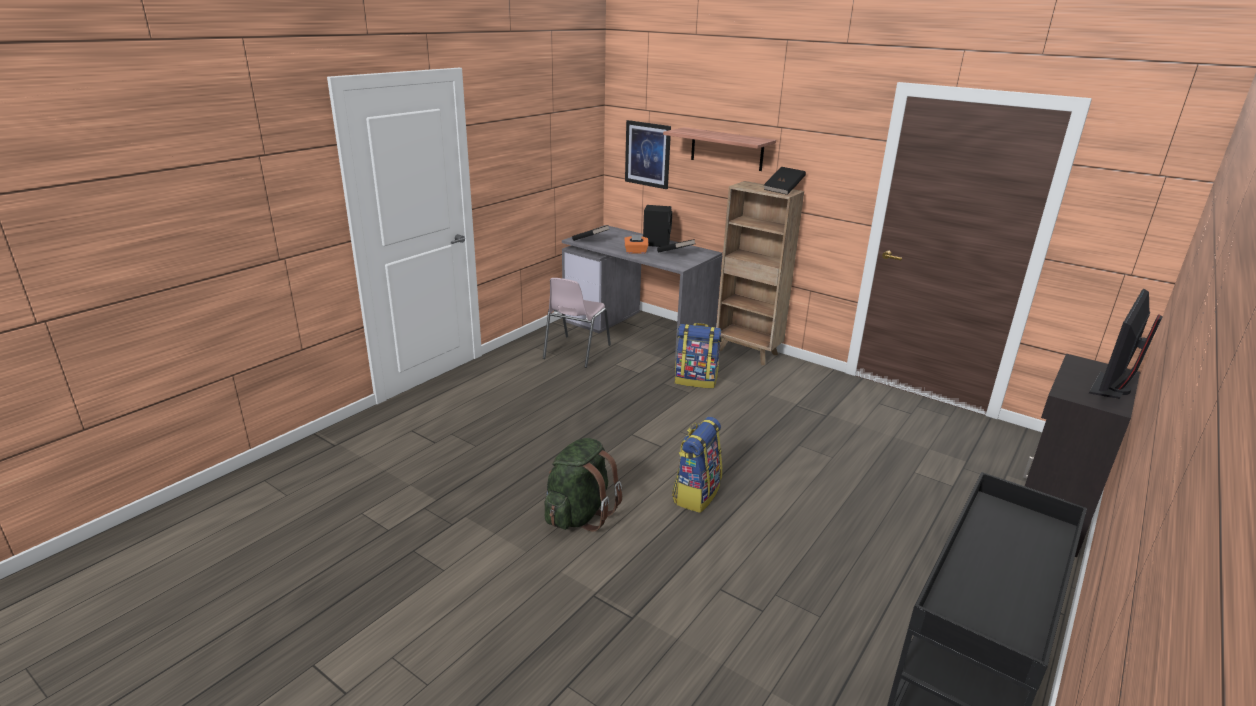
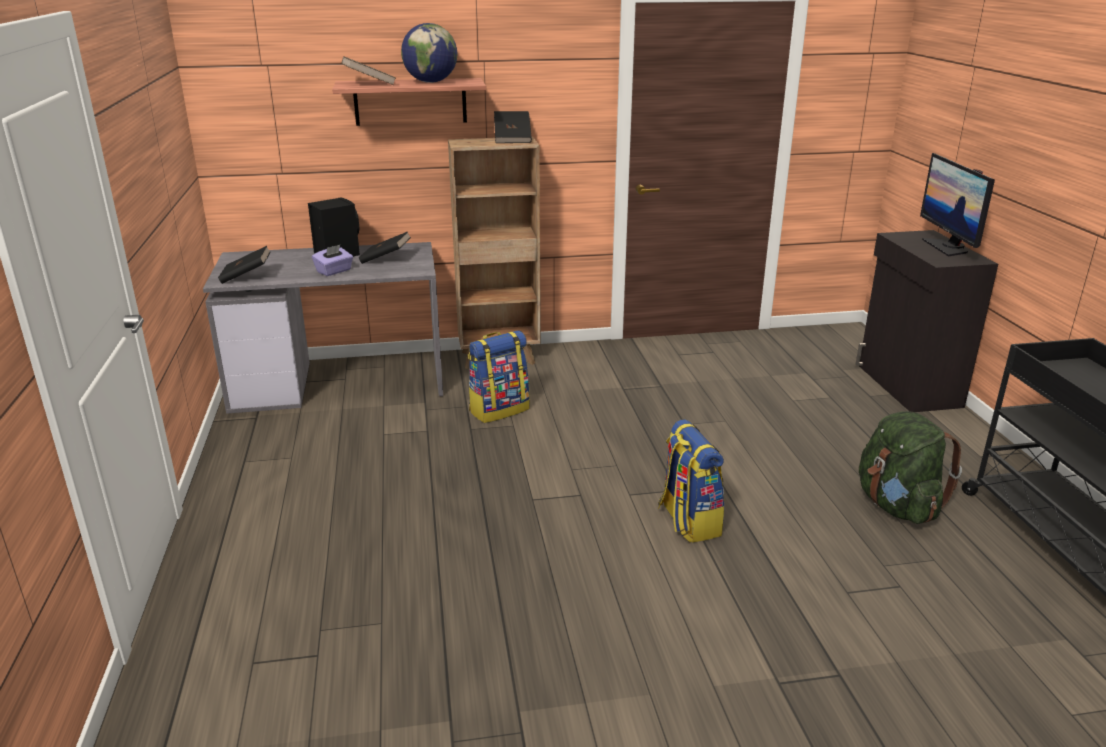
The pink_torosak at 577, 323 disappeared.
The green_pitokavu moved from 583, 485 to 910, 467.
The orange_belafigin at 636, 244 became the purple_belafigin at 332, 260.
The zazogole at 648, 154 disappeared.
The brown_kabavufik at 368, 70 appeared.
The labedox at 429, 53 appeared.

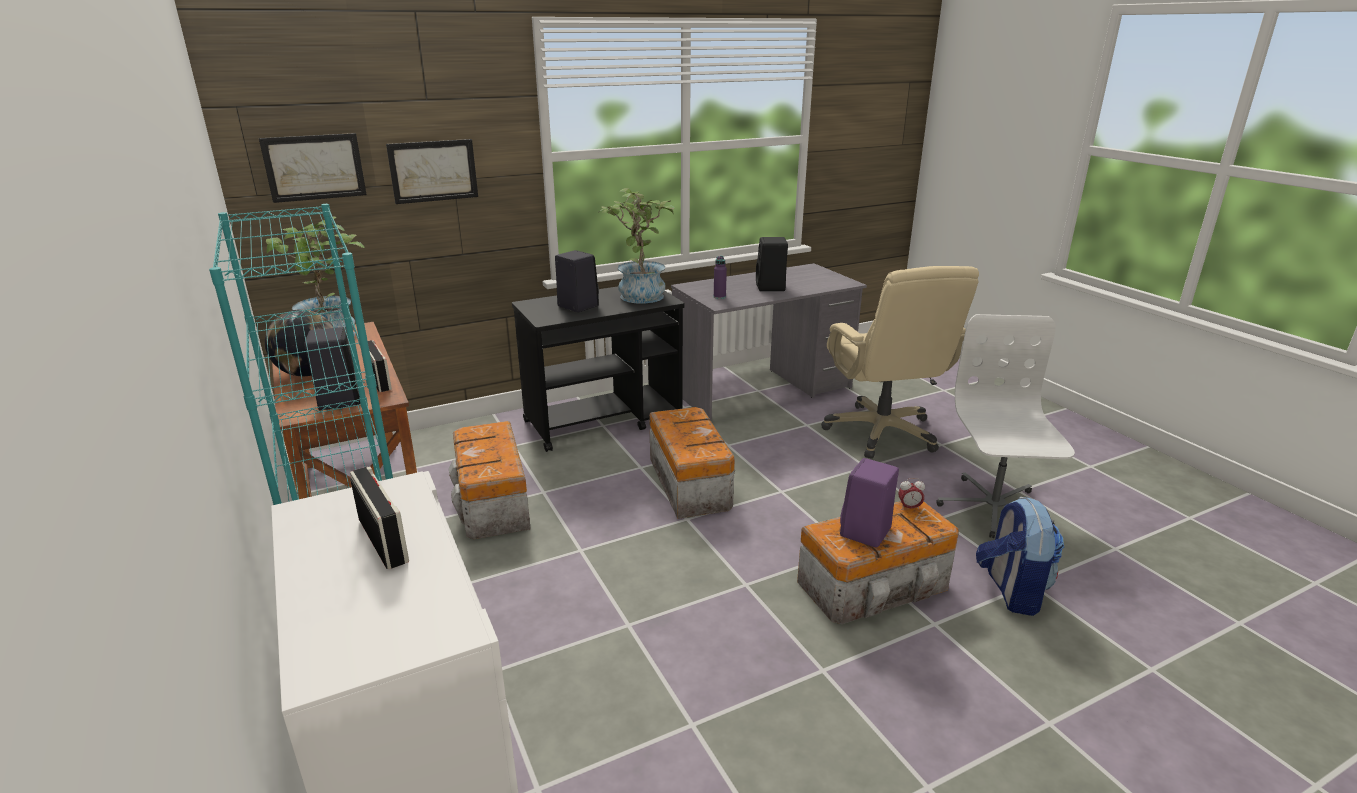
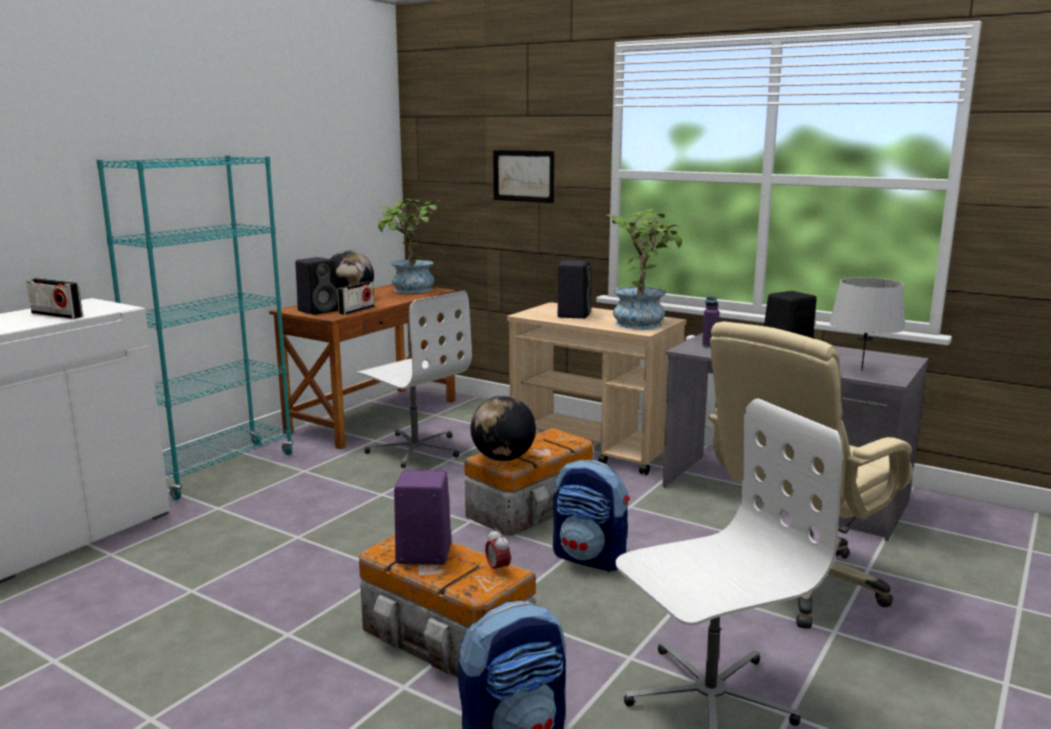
The zazogole at 313, 168 disappeared.
The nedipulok at 379, 517 turned 90 degrees clockwise.
The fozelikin at 490, 480 was replaced by the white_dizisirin at 414, 379.
The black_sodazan at 598, 369 became the beige_sodazan at 596, 388.
The labedox at 503, 428 appeared.
The pitokavu at 591, 516 appeared.
The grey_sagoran at 867, 324 appeared.

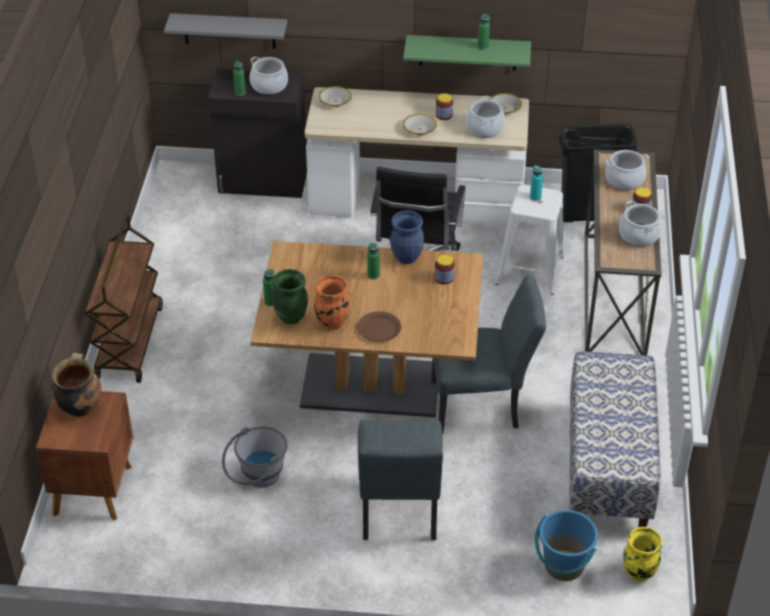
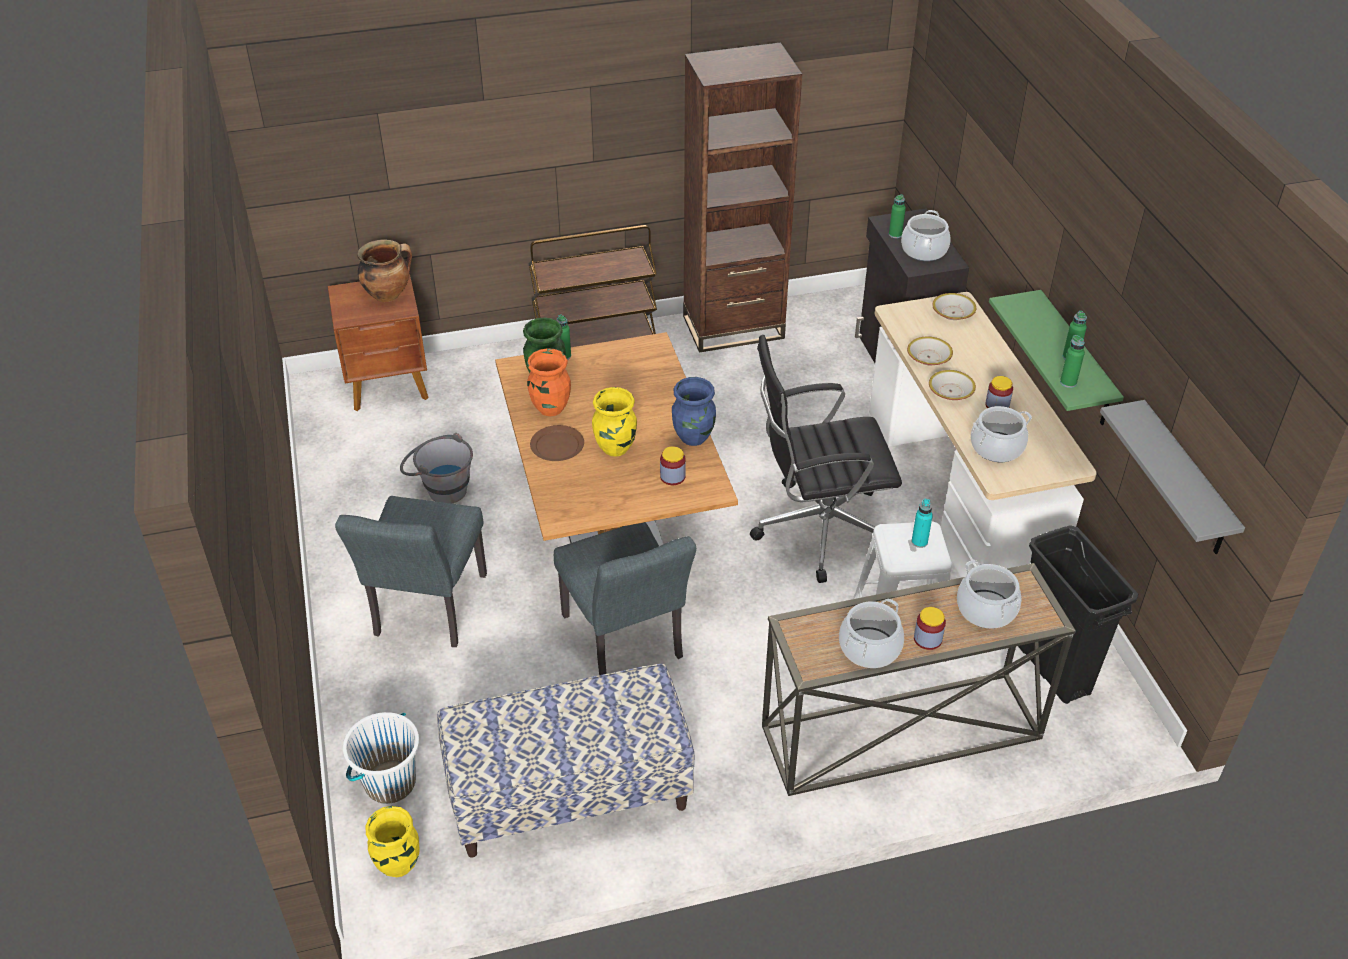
The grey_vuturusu moved from 225, 31 to 1172, 477.
The grey_torosak at 400, 480 turned 60 degrees counterclockwise.
The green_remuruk moved from 373, 261 to 1072, 361.
The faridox moved from 505, 103 to 930, 351.
The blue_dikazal at 566, 545 became the white_dikazal at 381, 758.
The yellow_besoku at 614, 422 appeared.
The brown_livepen at 742, 197 appeared.

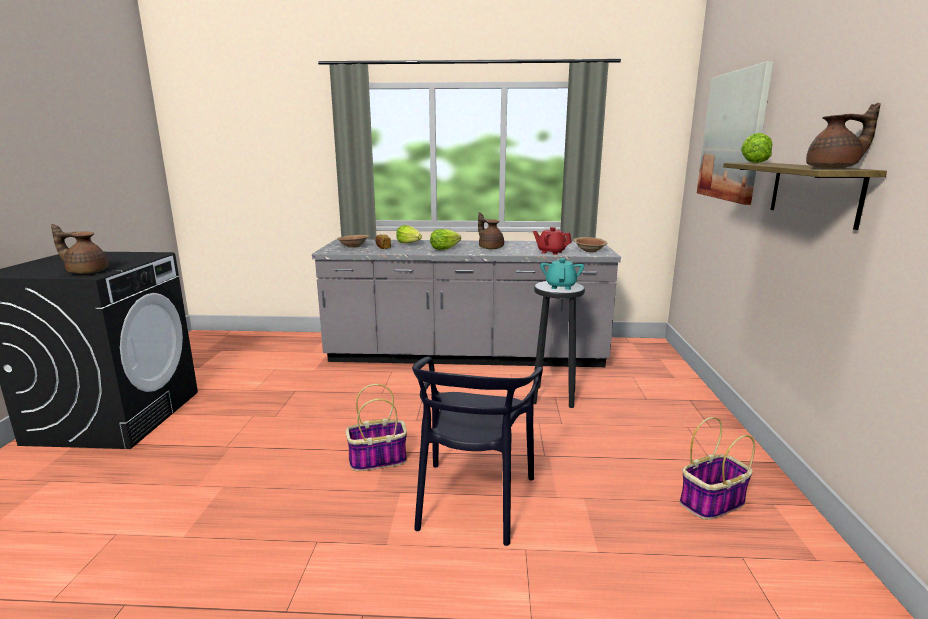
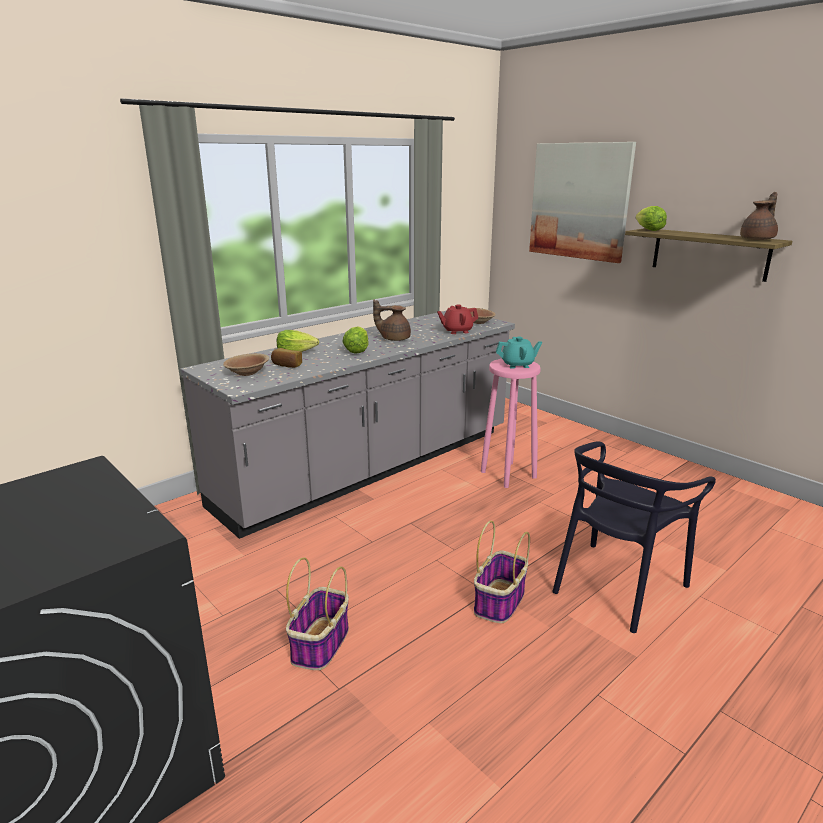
The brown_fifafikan at 79, 249 disappeared.
The black_torosak at 477, 451 turned 75 degrees clockwise.
The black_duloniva at 559, 344 became the pink_duloniva at 511, 423.
The turquoise_fifafikan at 562, 274 turned 120 degrees clockwise.
The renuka moved from 717, 468 to 317, 613.

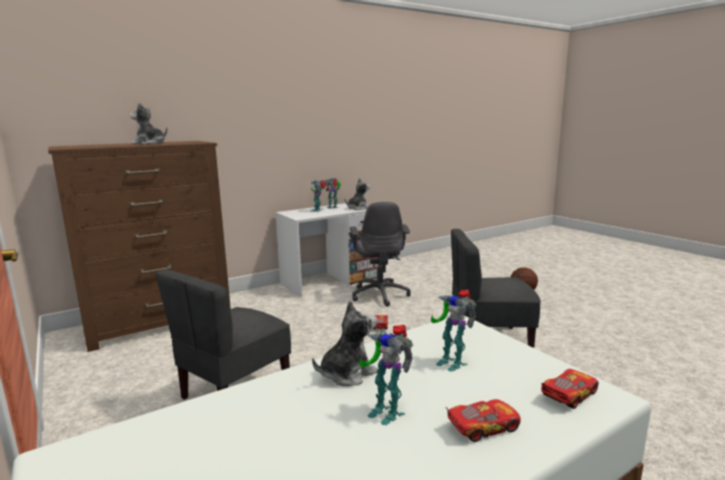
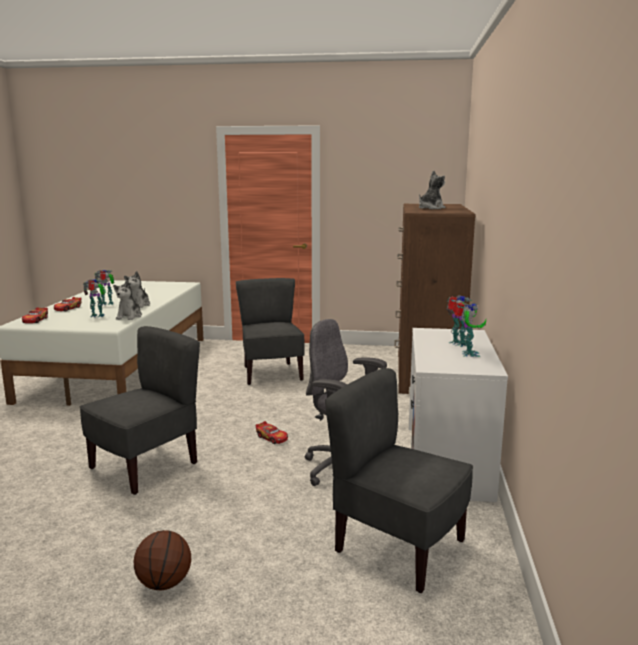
The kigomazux moved from 357, 194 to 127, 300.
The grey_torosak at 399, 480 appeared.

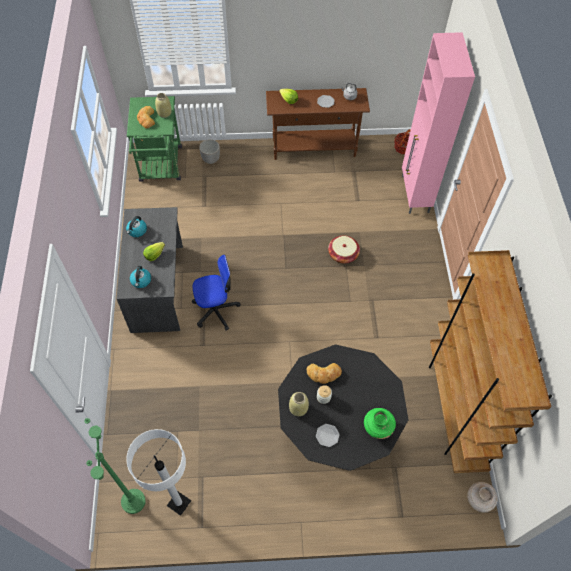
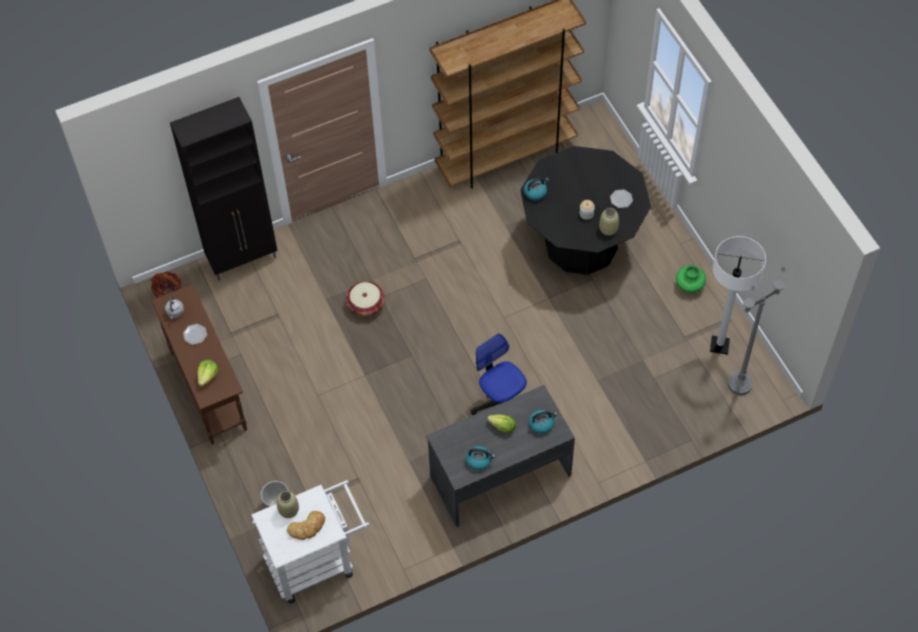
The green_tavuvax at 115, 466 became the grey_tavuvax at 757, 330.
The green_sodazan at 154, 139 became the white_sodazan at 310, 541.
The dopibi at 324, 373 disappeared.
The green_besoku moved from 380, 423 to 691, 279.
The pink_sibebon at 438, 123 became the black_sibebon at 224, 189.
The beige_besoku at 482, 497 disappeared.
The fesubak at 536, 189 appeared.

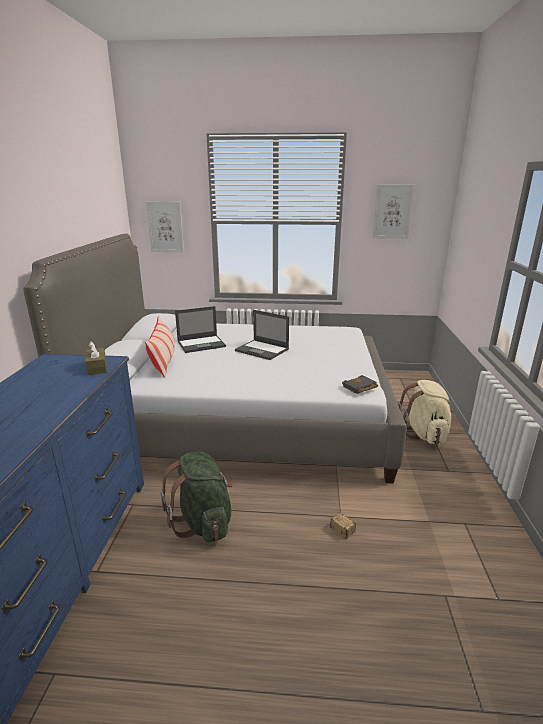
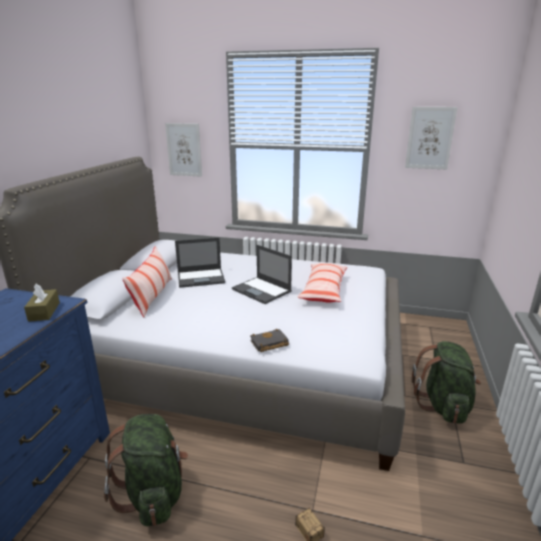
The black_kabavufik moved from 360, 384 to 269, 340.
The beige_pitokavu at 426, 412 became the green_pitokavu at 446, 382.
The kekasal at 322, 283 appeared.

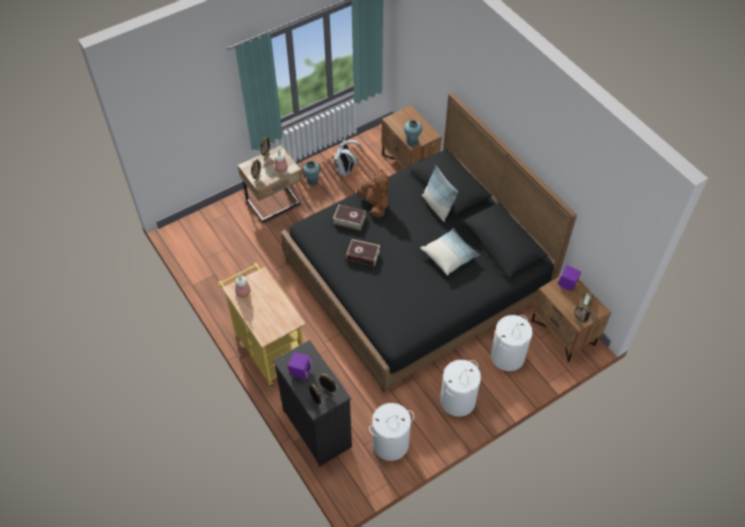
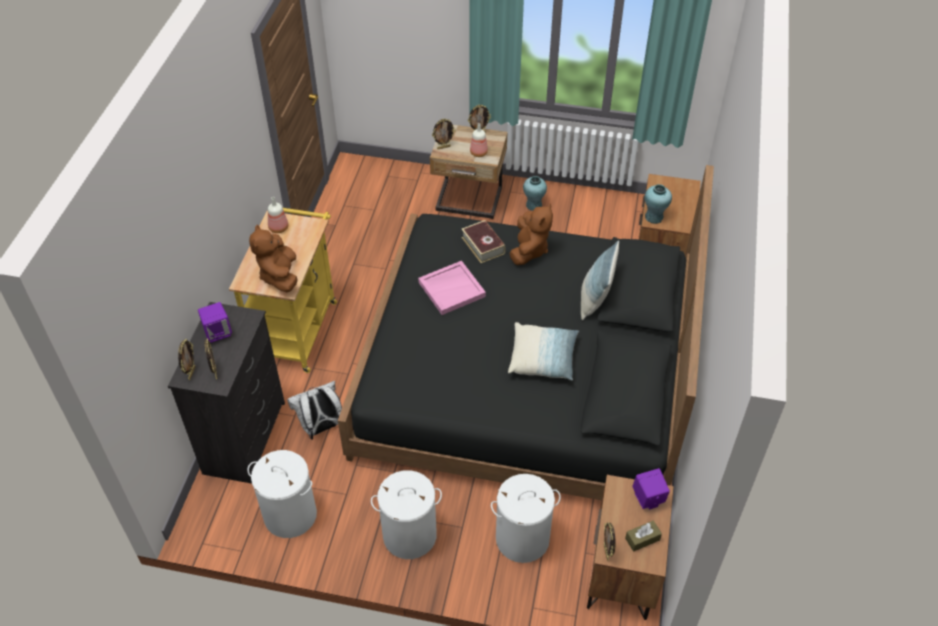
The white_pitokavu moved from 349, 157 to 314, 410.
The kabavufik at 363, 252 was replaced by the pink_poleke at 452, 288.
The brown_kigomazux at 273, 258 appeared.

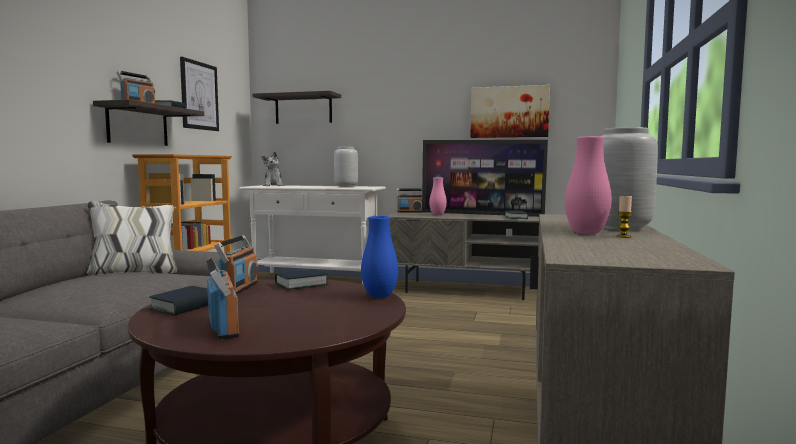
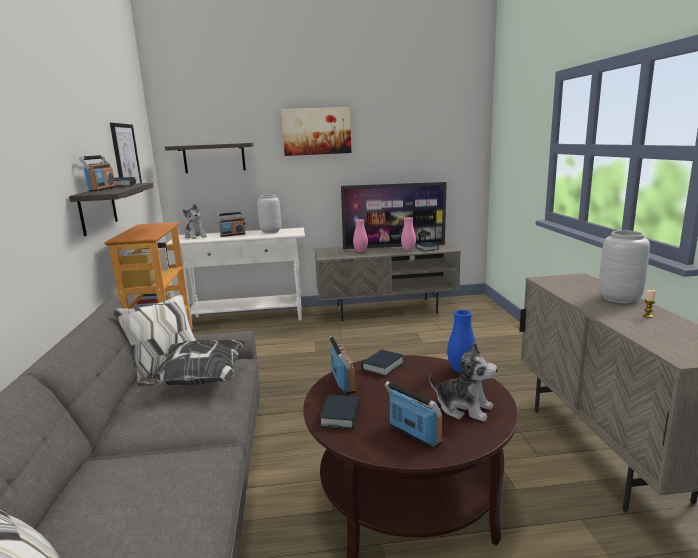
The nedipulok moved from 409, 200 to 231, 224.
The zazogole moved from 510, 111 to 316, 131.
The pink_besoku moved from 588, 185 to 408, 234.
The kekasal at 192, 363 appeared.
The kigomazux at 463, 382 appeared.

